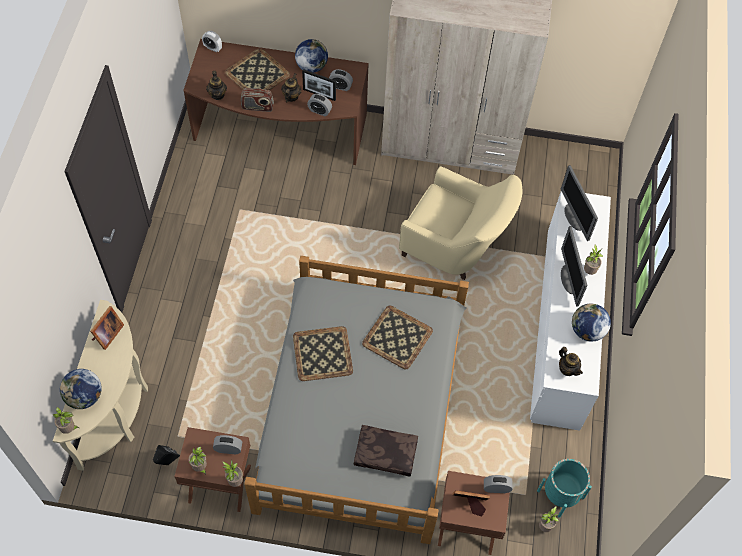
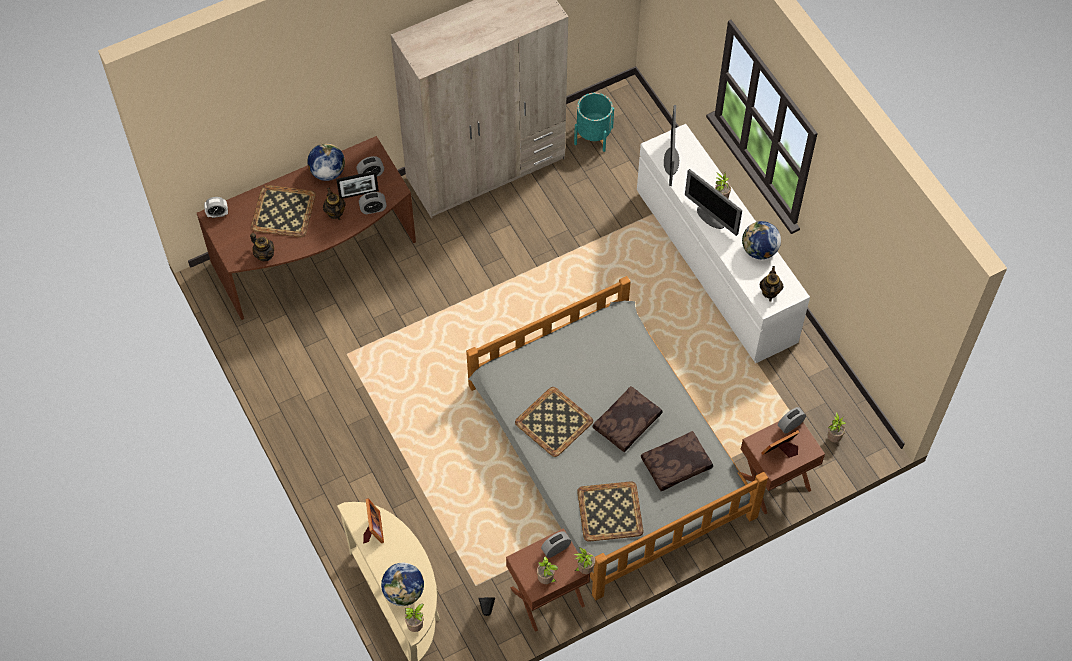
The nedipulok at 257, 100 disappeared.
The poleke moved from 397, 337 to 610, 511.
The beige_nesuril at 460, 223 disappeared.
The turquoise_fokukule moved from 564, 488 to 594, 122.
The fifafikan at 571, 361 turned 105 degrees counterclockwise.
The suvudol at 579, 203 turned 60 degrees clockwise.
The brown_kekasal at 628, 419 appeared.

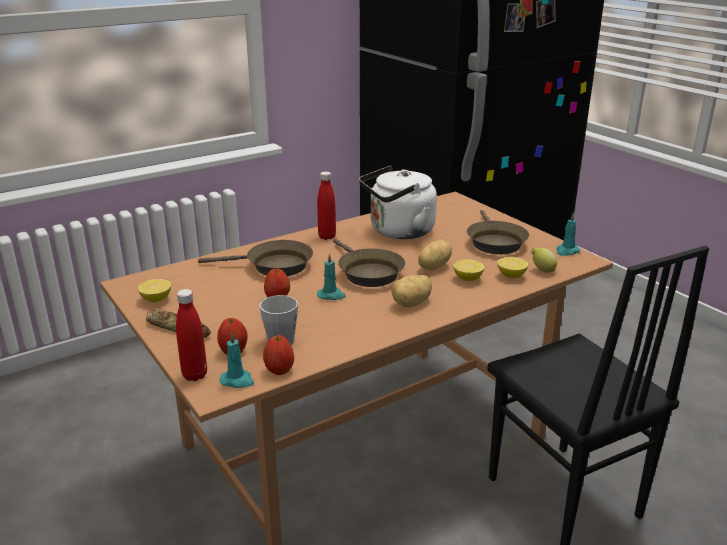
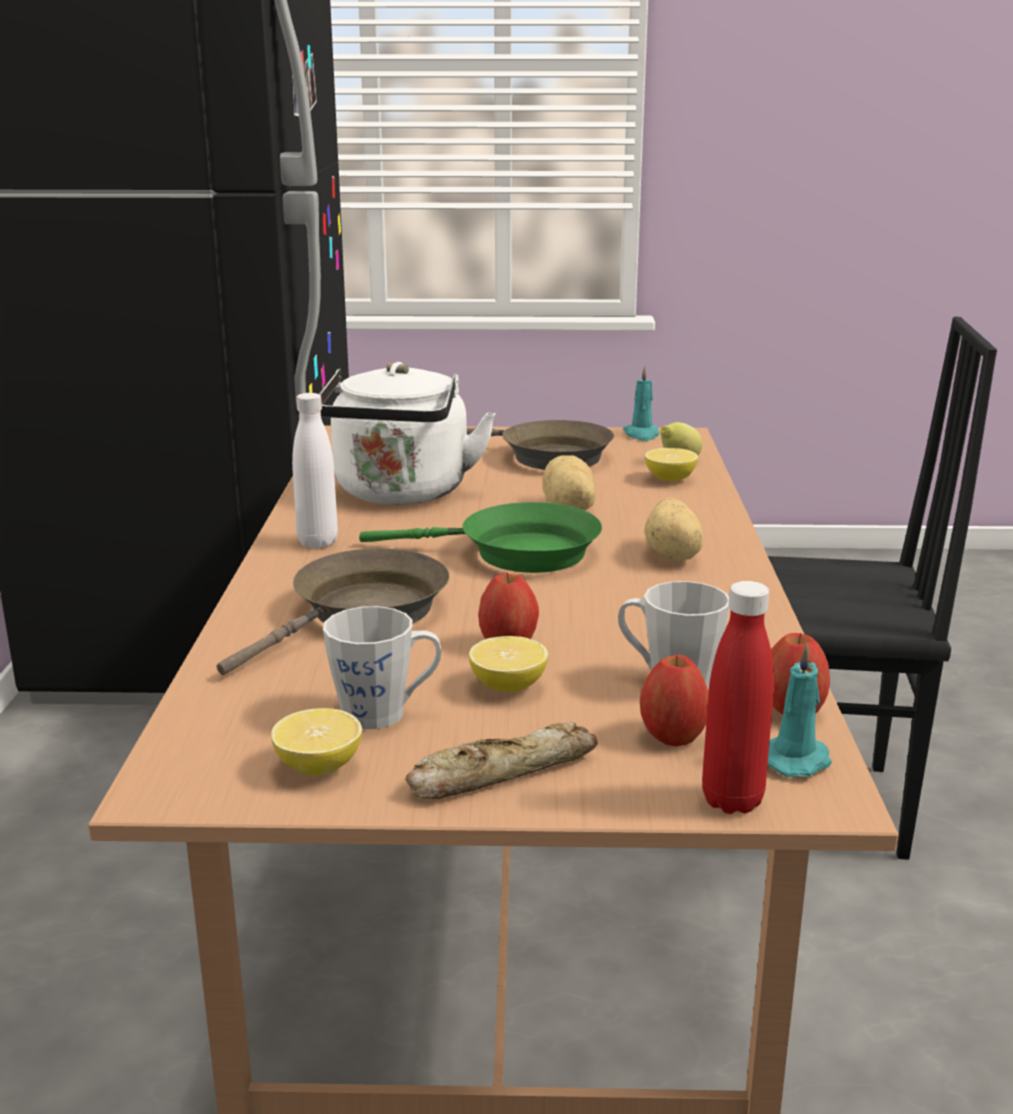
The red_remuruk at 326, 206 became the white_remuruk at 315, 471.
The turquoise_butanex at 331, 276 disappeared.
The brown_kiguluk at 369, 263 became the green_kiguluk at 480, 537.
The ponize moved from 468, 270 to 508, 664.
The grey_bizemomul at 382, 667 appeared.

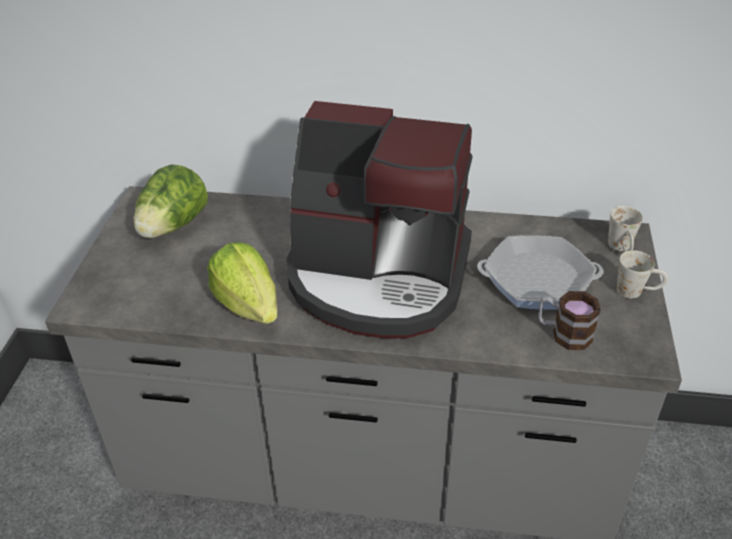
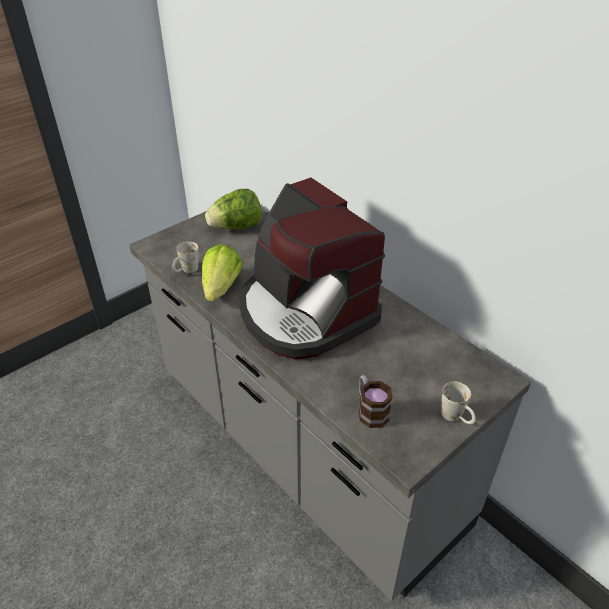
The kiguluk at 540, 272 disappeared.
The white_bizemomul moved from 625, 229 to 185, 257.

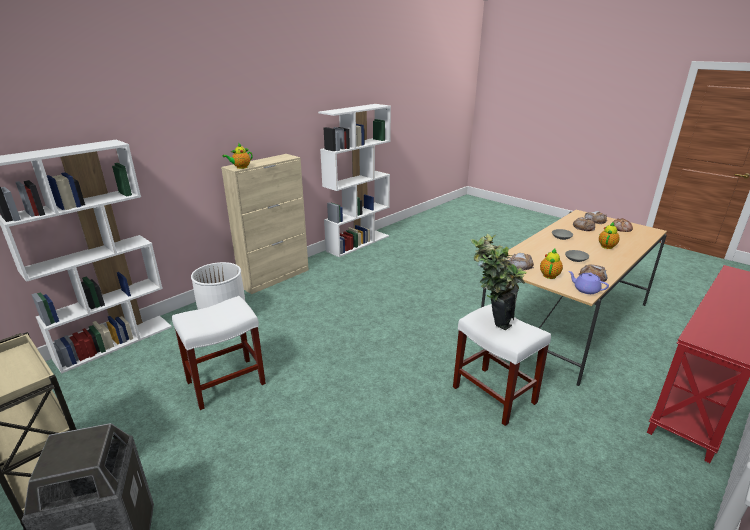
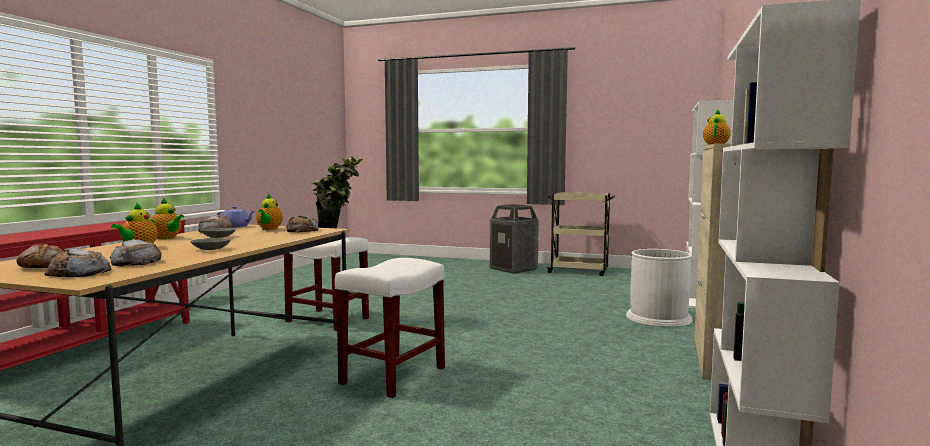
The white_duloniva moved from 219, 353 to 390, 328.
The fifafikan at 167, 218 appeared.

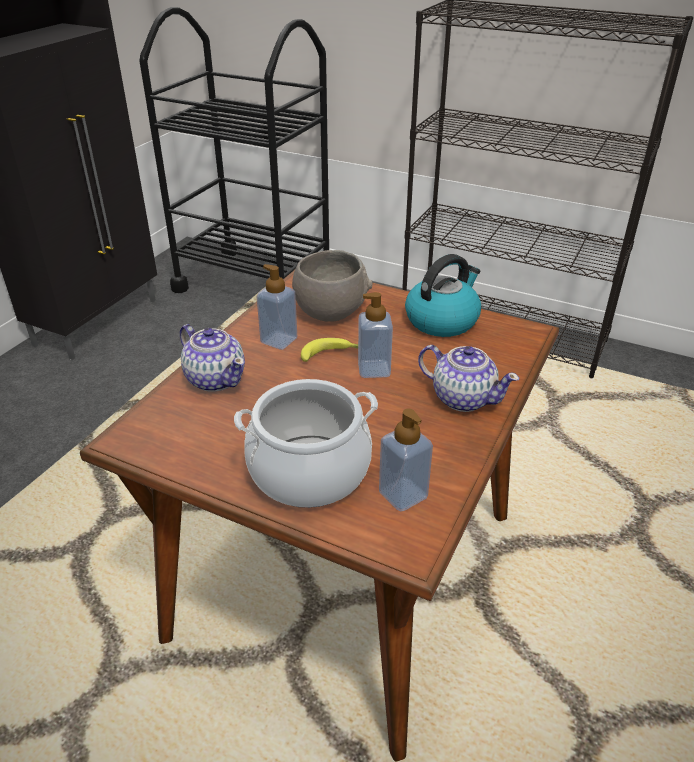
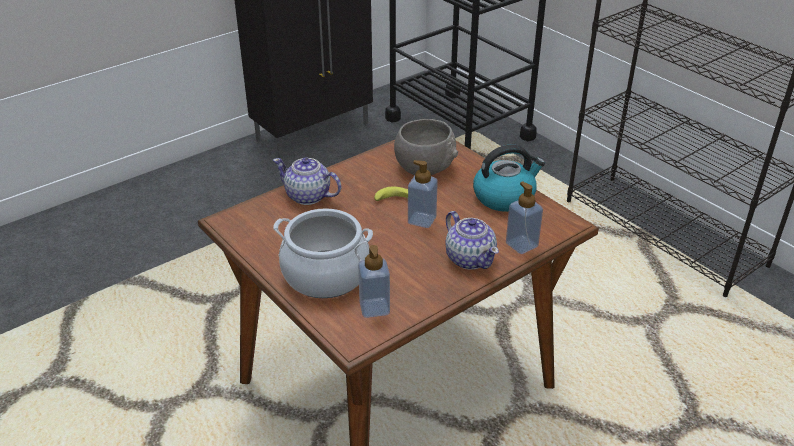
The fifafikan at 212, 358 turned 135 degrees clockwise.
The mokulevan moved from 277, 307 to 524, 218.

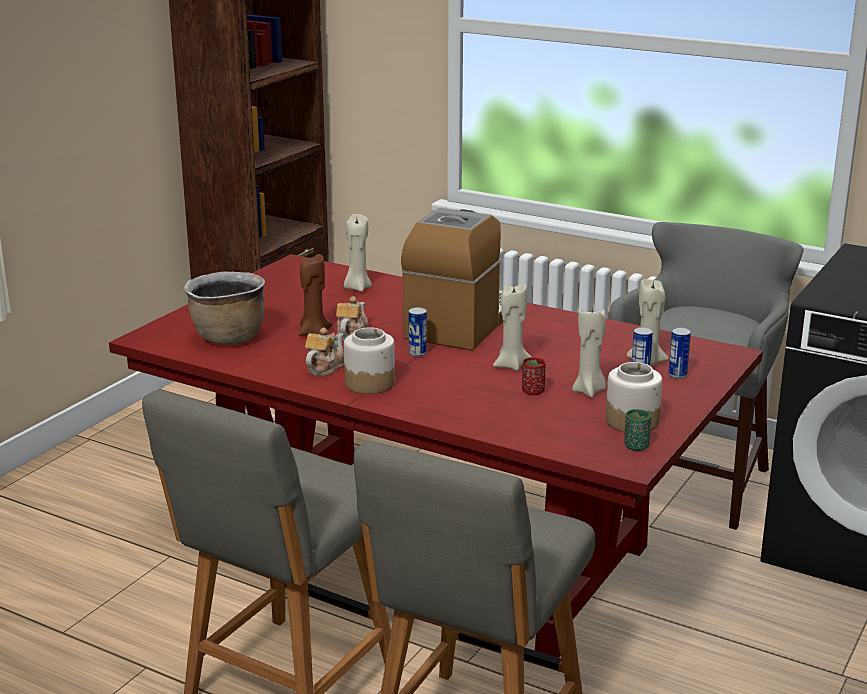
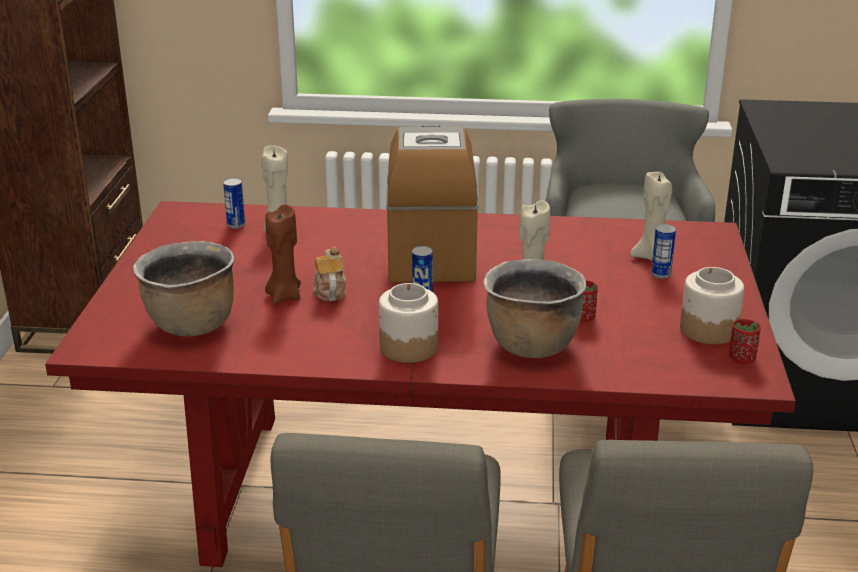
The fifafikan at 324, 352 disappeared.
The beige_butanex at 589, 352 disappeared.
The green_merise at 637, 430 became the red_merise at 745, 341.
The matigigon moved from 679, 353 to 234, 203.
The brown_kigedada at 535, 308 appeared.

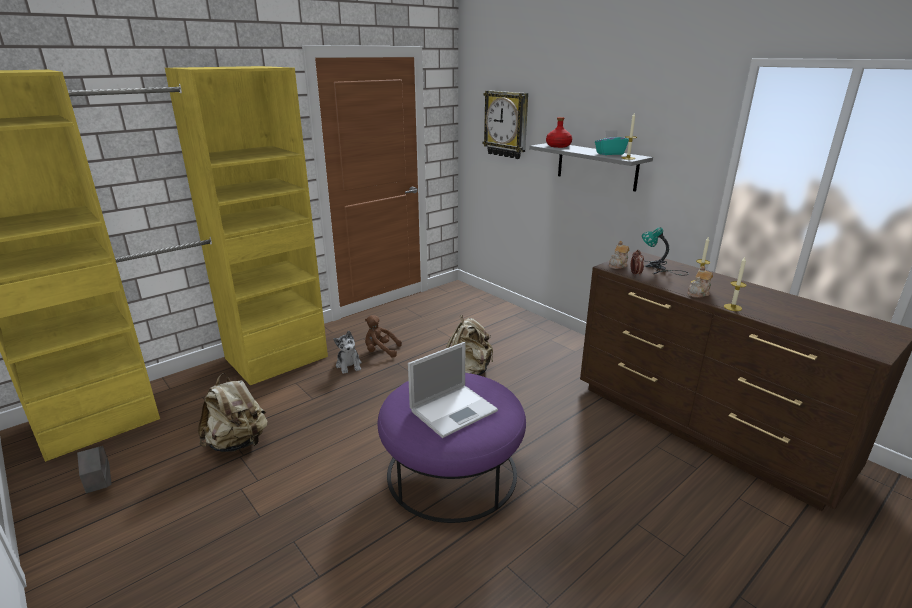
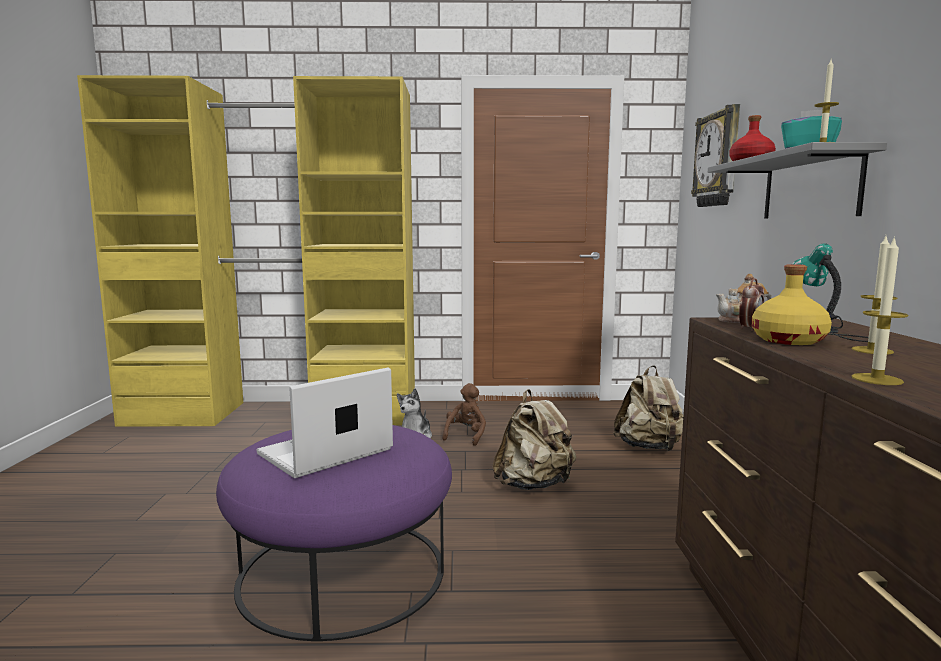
The grey_fokukule at 94, 469 disappeared.
The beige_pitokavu moved from 233, 412 to 648, 408.
The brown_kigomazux at 383, 336 turned 60 degrees clockwise.
The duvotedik at 453, 390 turned 135 degrees clockwise.
The fifafikan at 700, 282 disappeared.
The yellow_remuruk at 792, 304 appeared.

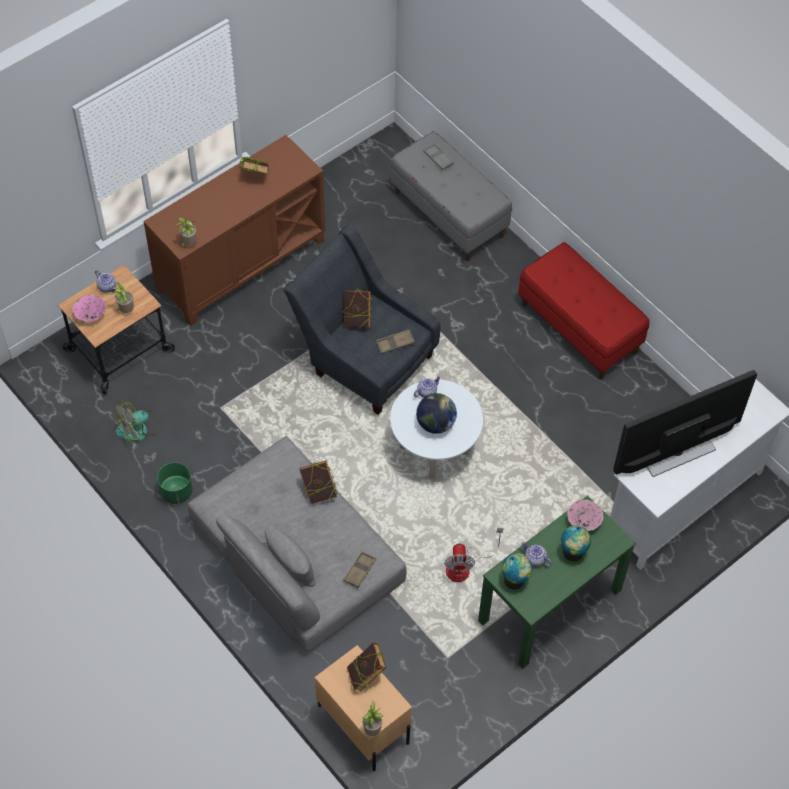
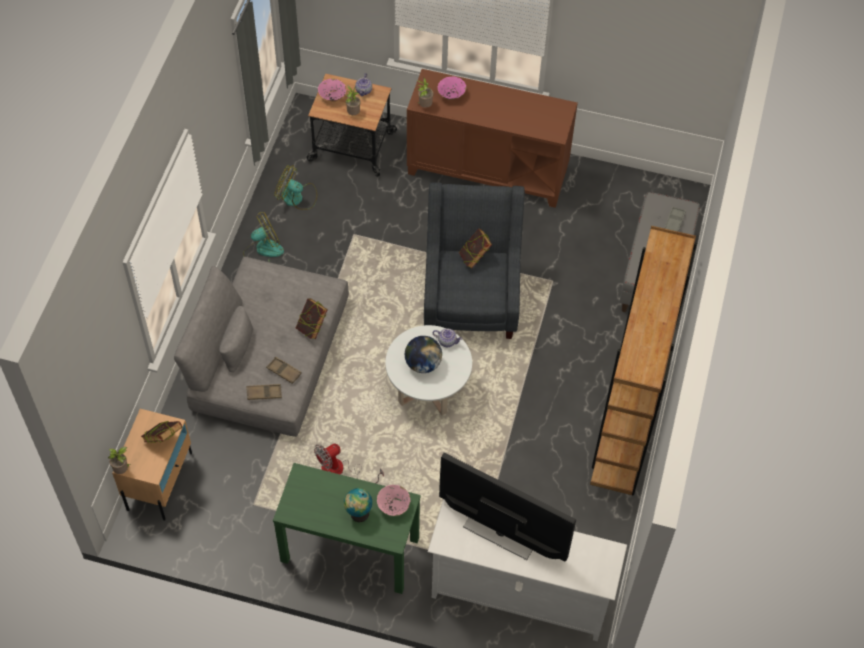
The green_fokukule at 175, 483 was replaced by the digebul at 263, 237.
The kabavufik at 254, 165 disappeared.
The brown_poleke moved from 395, 341 to 284, 370.
The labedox at 517, 571 disappeared.
The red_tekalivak at 584, 310 was replaced by the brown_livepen at 643, 360.
The fifafikan at 536, 554 disappeared.
The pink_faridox at 452, 88 appeared.

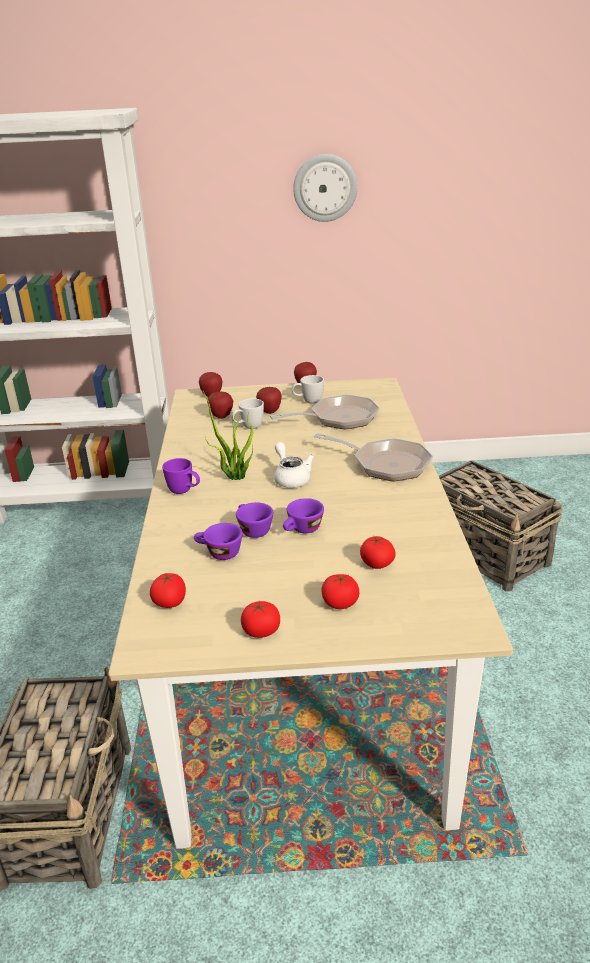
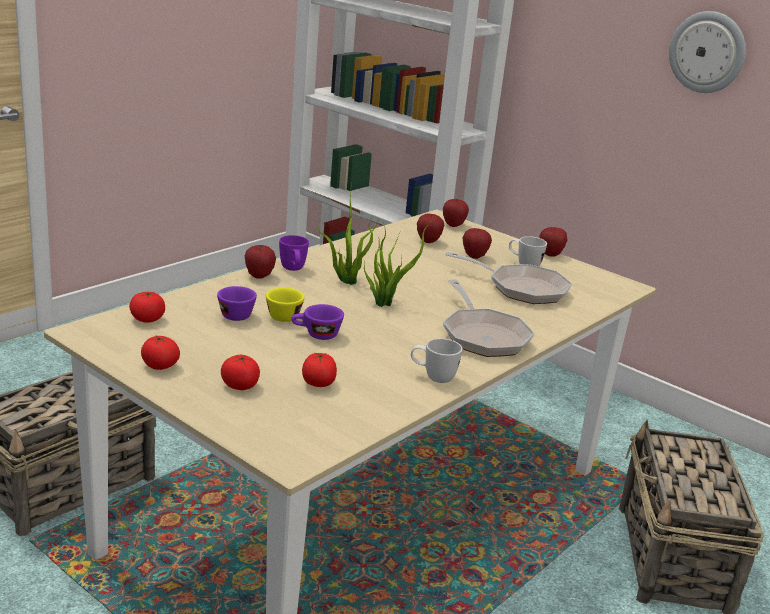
The white_bizemomul moved from 247, 413 to 437, 360.
The purple_merise at 254, 520 became the yellow_merise at 285, 305.
The white_fifafikan at 294, 465 was replaced by the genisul at 399, 263.
The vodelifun at 260, 262 appeared.

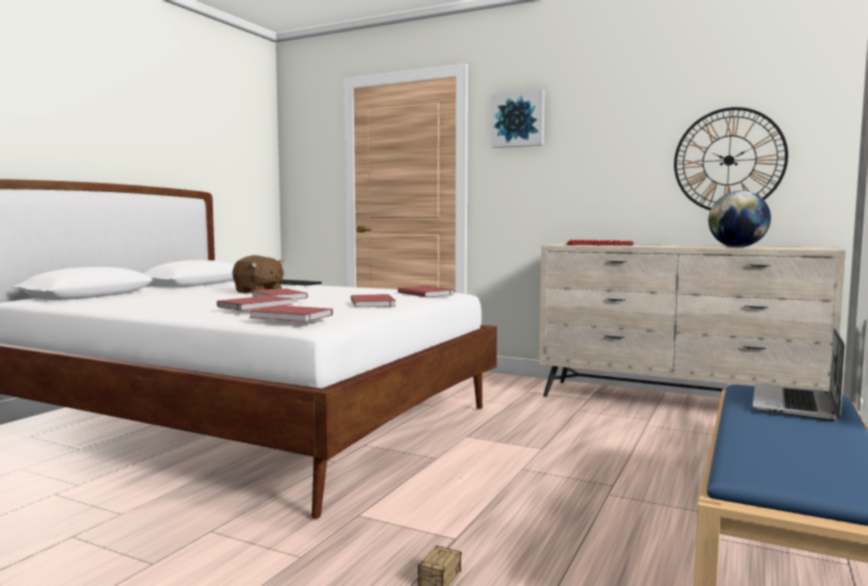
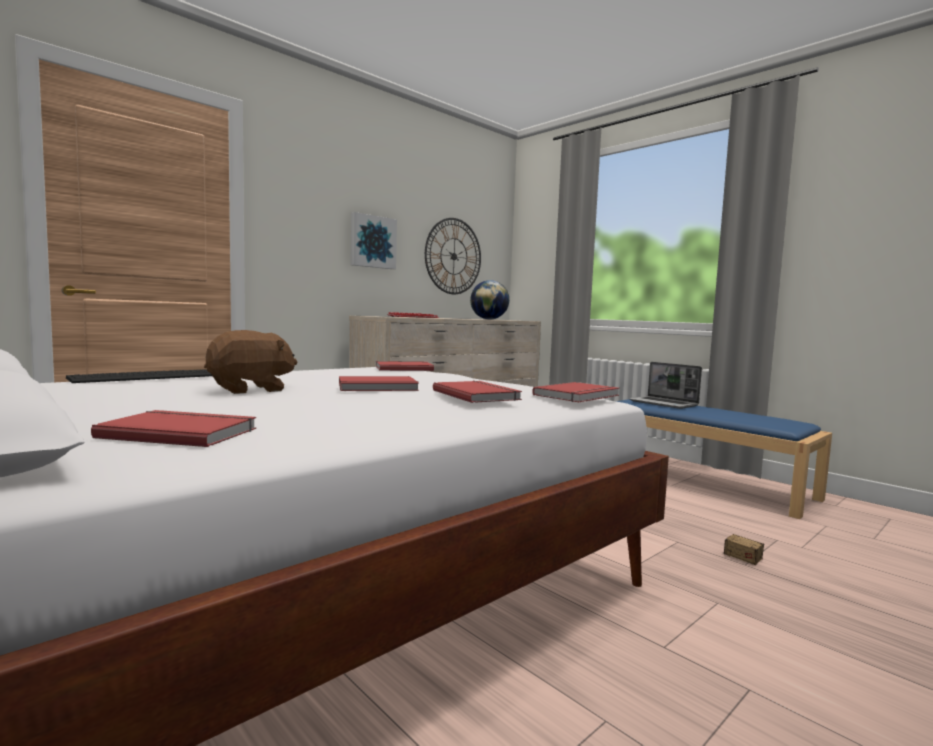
The red_kabavufik moved from 373, 300 to 173, 428.
The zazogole moved from 518, 118 to 373, 240.

